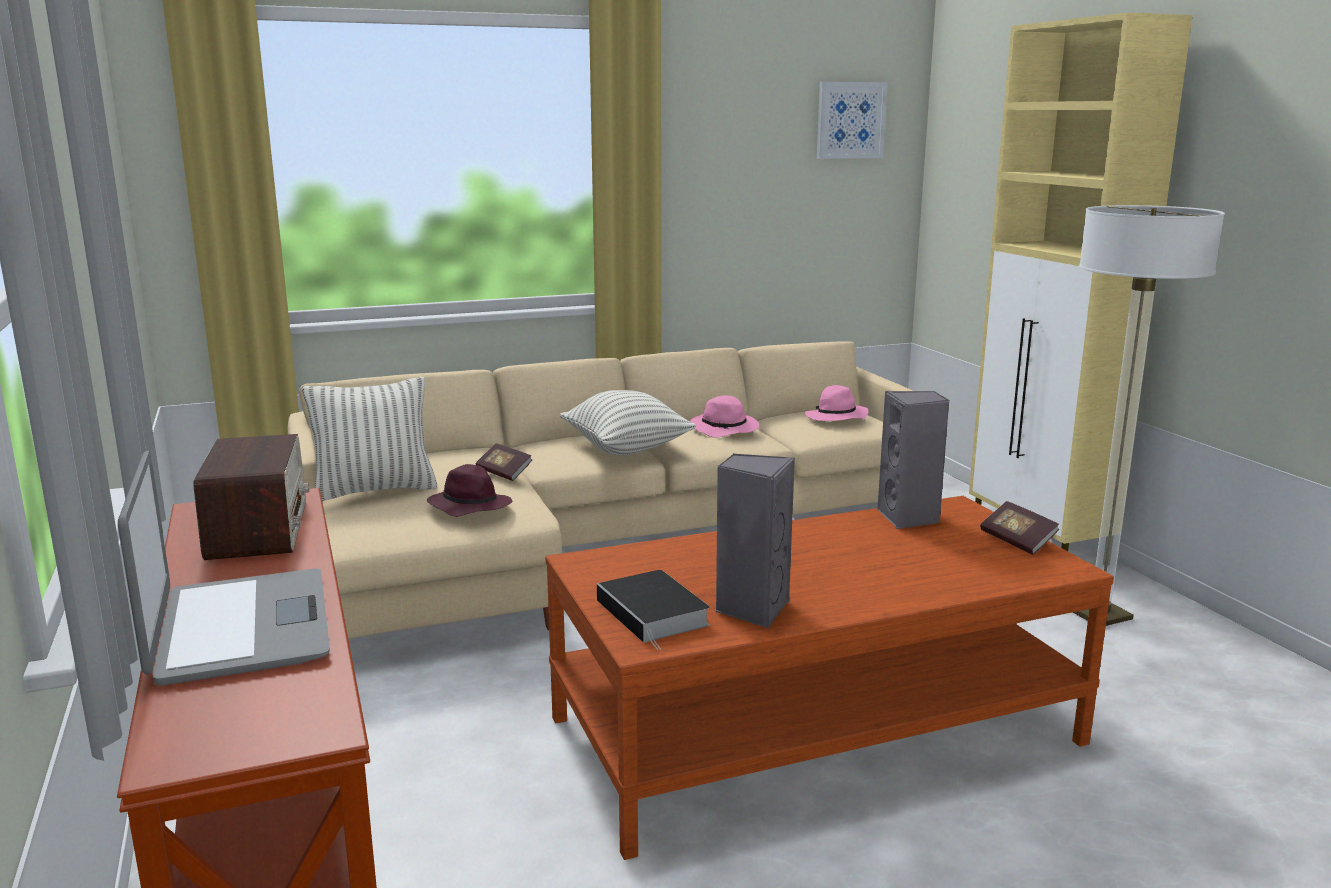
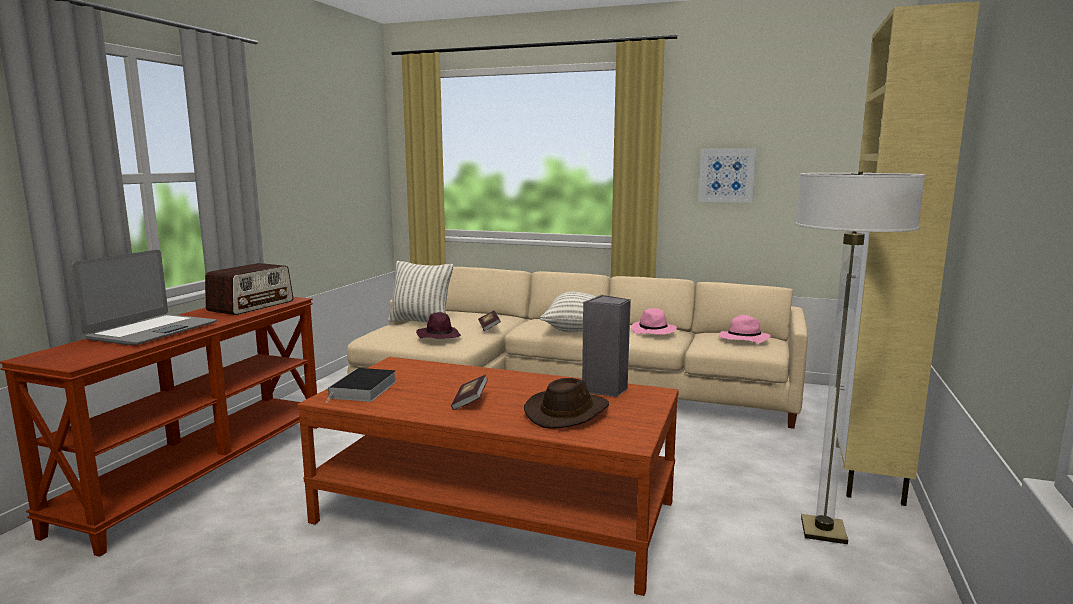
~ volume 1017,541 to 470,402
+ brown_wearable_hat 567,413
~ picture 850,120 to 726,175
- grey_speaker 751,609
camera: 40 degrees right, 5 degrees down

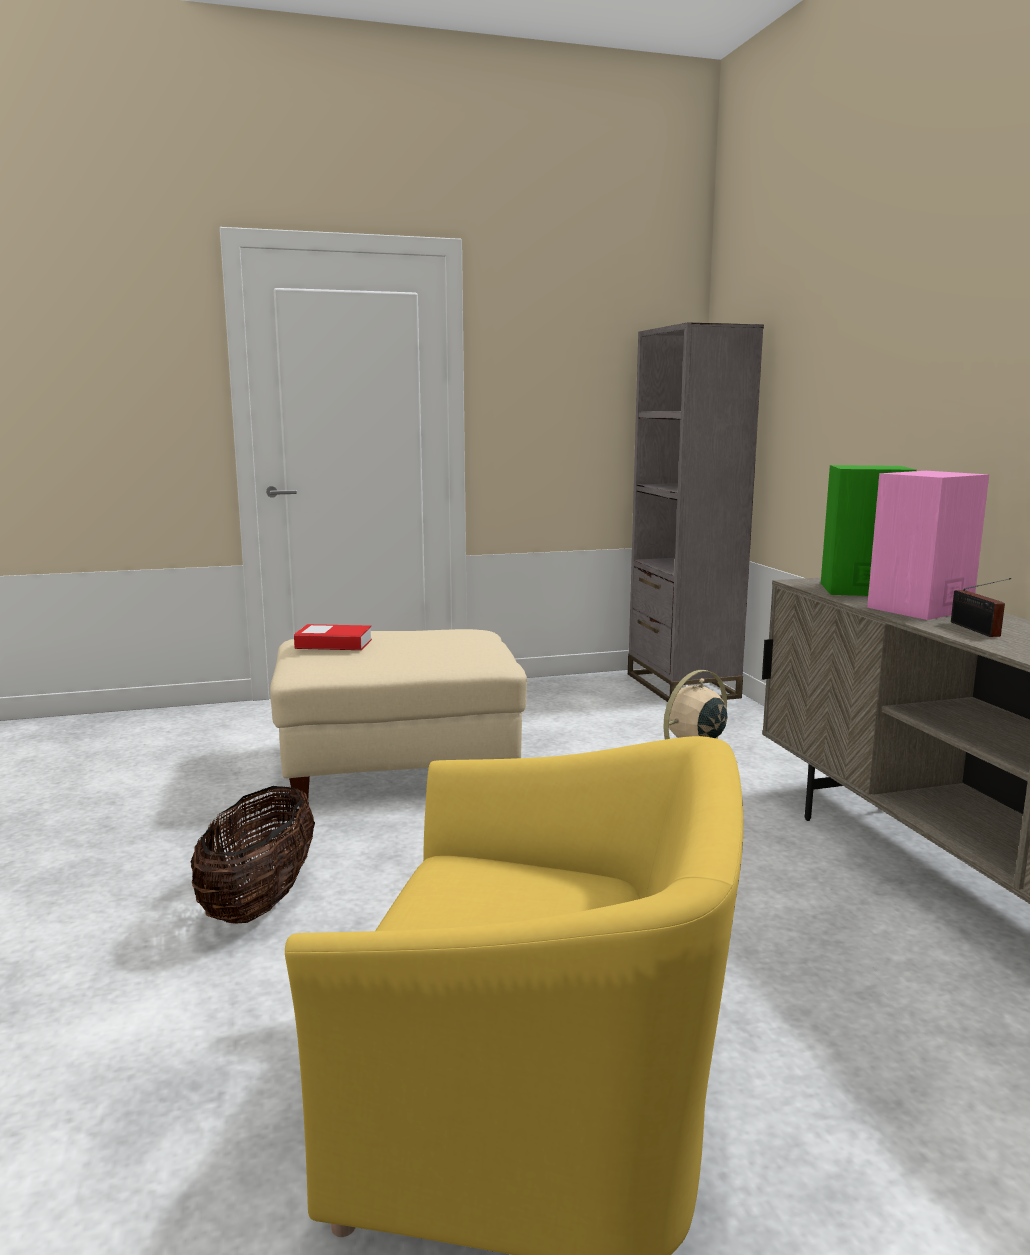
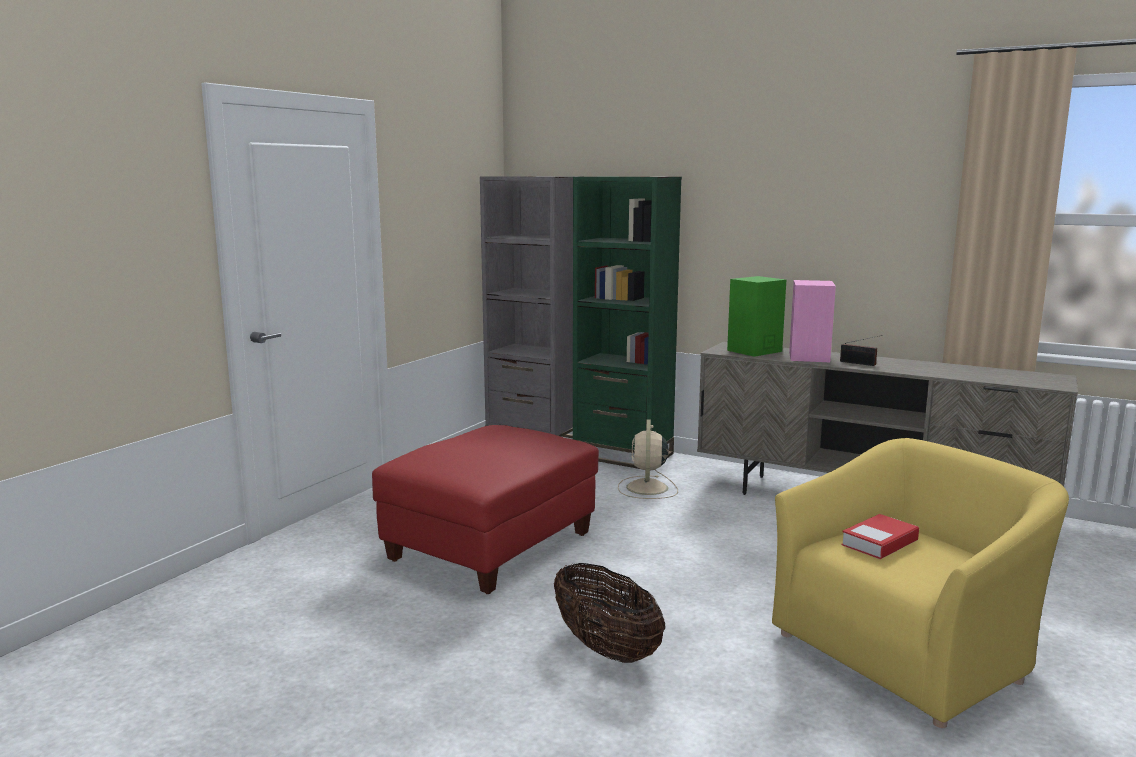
~ sand-coloured_ottoman 399,768 to red-coloured_ottoman 490,547
+ greenish_bookcase 623,455
~ volume 333,644 to 879,543
camera: 45 degrees left, 0 degrees up

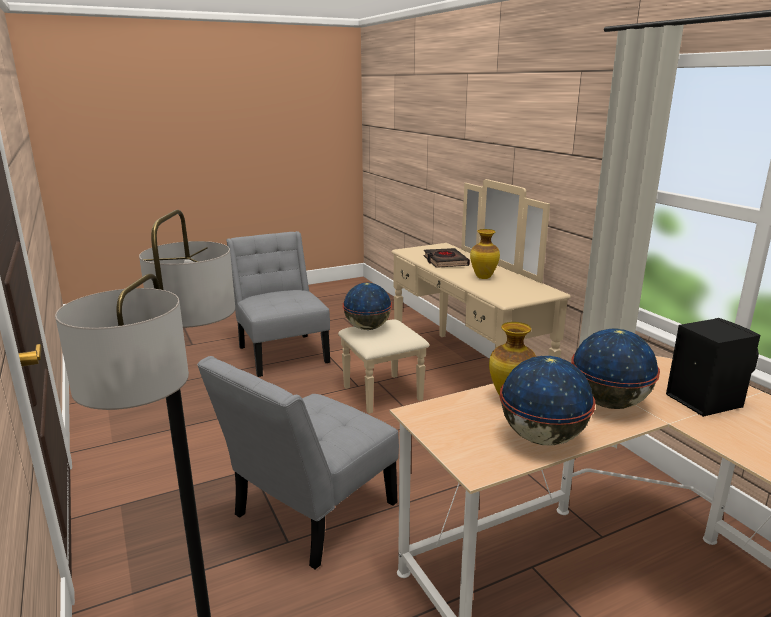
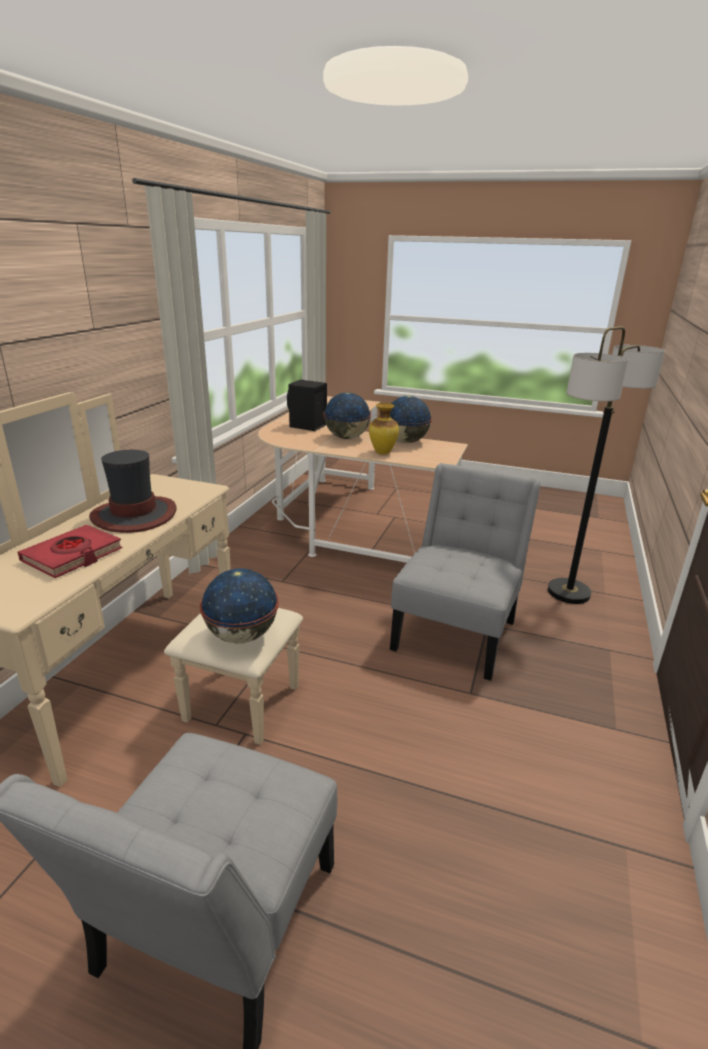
~ black_volume 445,261 to red-coloured_volume 73,556
~ vase 483,277 to wearable_hat 134,515
~ grey_upright_chair 309,514 = 457,631 60 degrees counterclockwise
camera: 135 degrees left, 5 degrees up

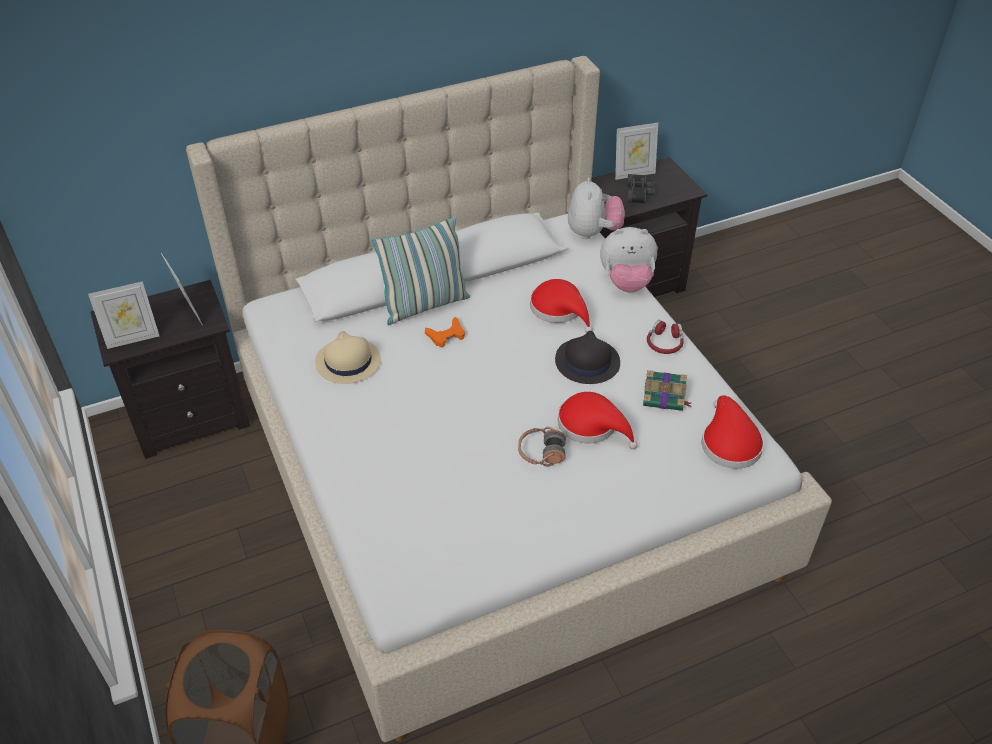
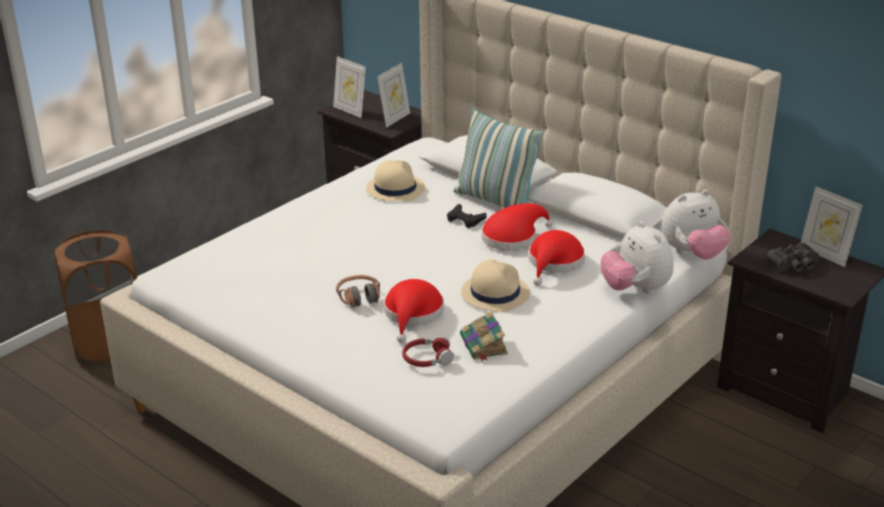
~ red-coloured_headset 664,343 to 427,359
~ orangey_gamepad 446,335 to black_gamepad 465,219
~ black_wearable_hat 586,362 to sand-coloured_wearable_hat 495,293
~ red-coloured_wearable_hat 729,442 to 512,237
camera: 65 degrees right, 15 degrees down

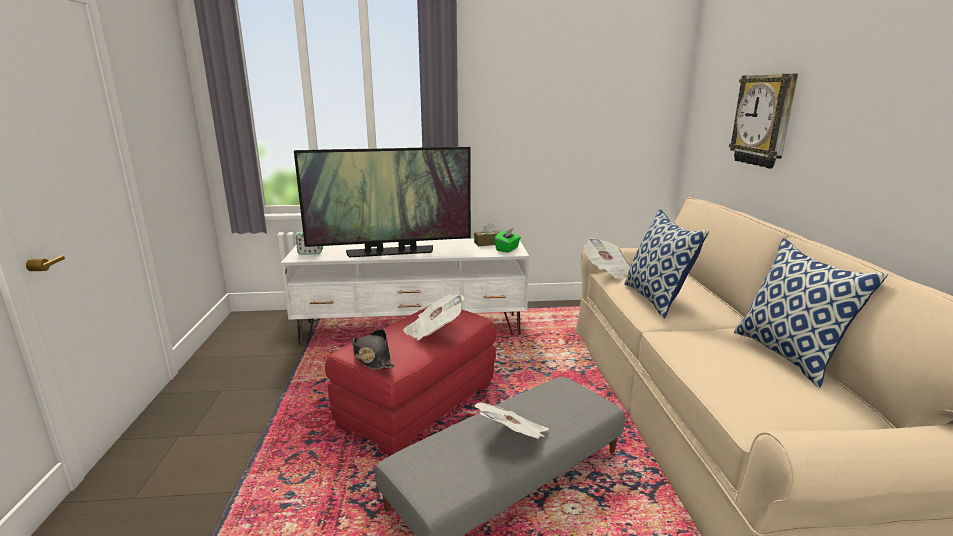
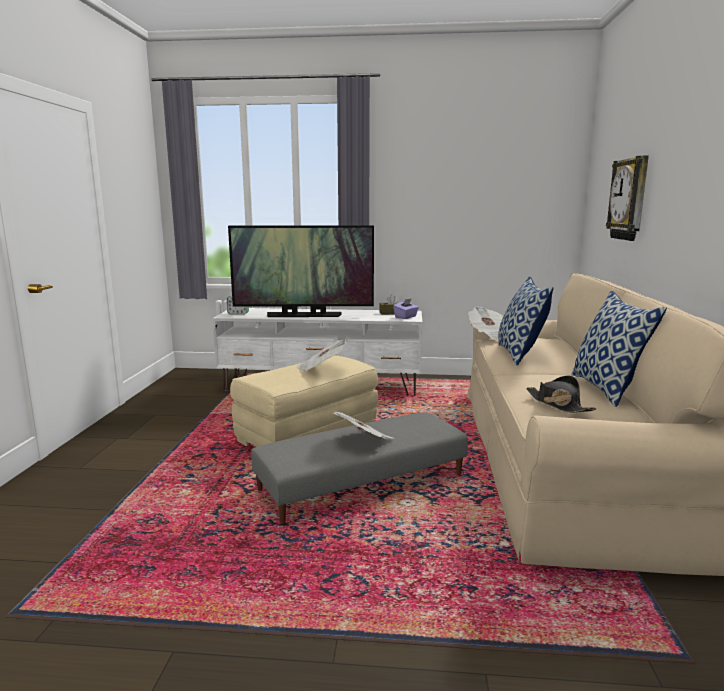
~ red-coloured_ottoman 418,404 to sand-coloured_ottoman 308,433
~ greenish_tissue_holder 507,249 to purple-coloured_tissue_holder 406,317
~ black_wearable_hat 372,358 to 558,404
camera: 10 degrees right, 5 degrees down

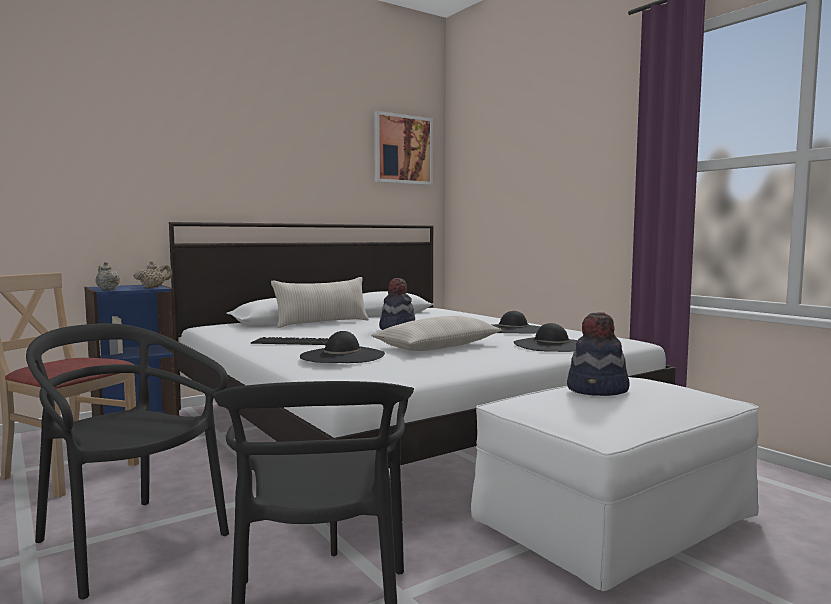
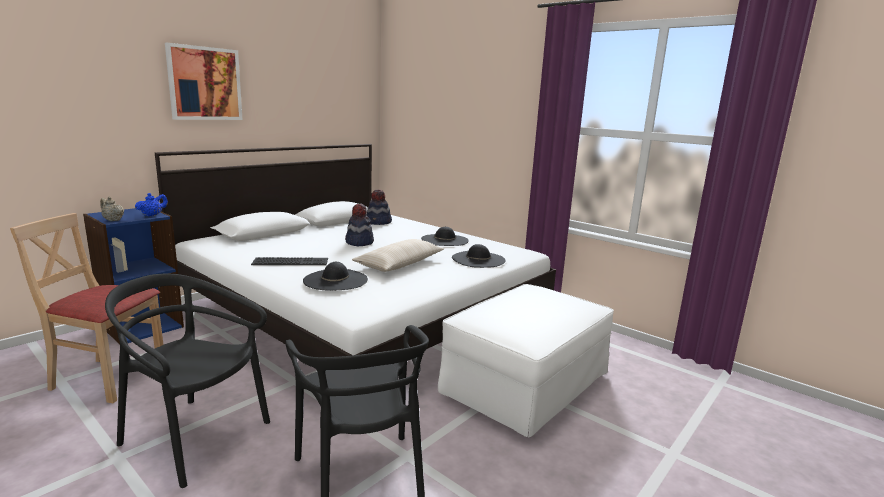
~ sand-coloured_tea_pot 153,287 to blue-coloured_tea_pot 152,215
~ picture 403,149 to 204,83
~ wearable_hat 598,390 to 378,222
- sand-coloured_pillow 322,323
camera: 15 degrees left, 10 degrees up

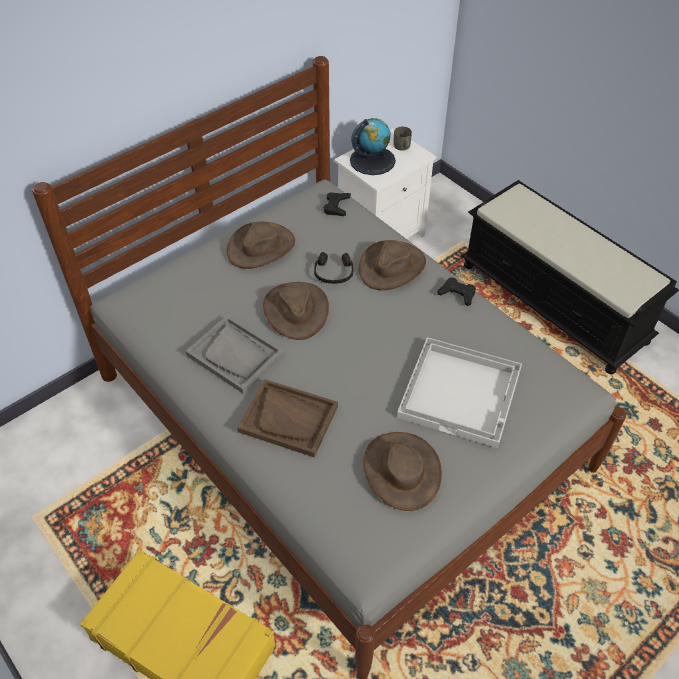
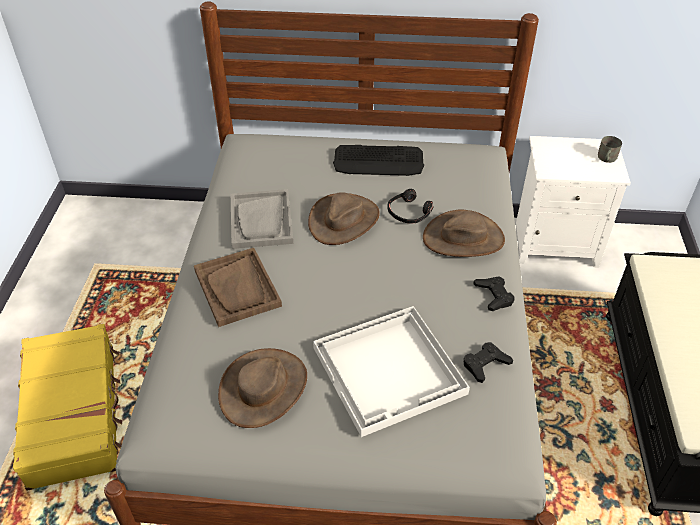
~ brown_wearable_hat 261,247 to PC_keyboard 379,161
~ black_gamepad 336,206 to 485,364
- desk_globe 372,160
camera: 45 degrees right, 5 degrees down

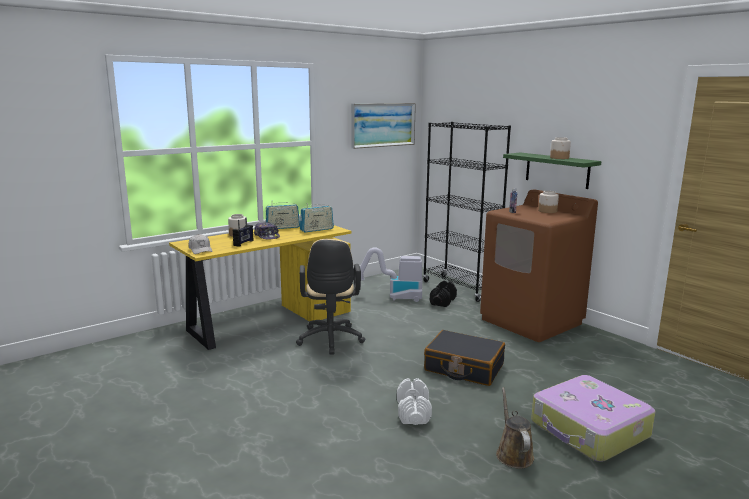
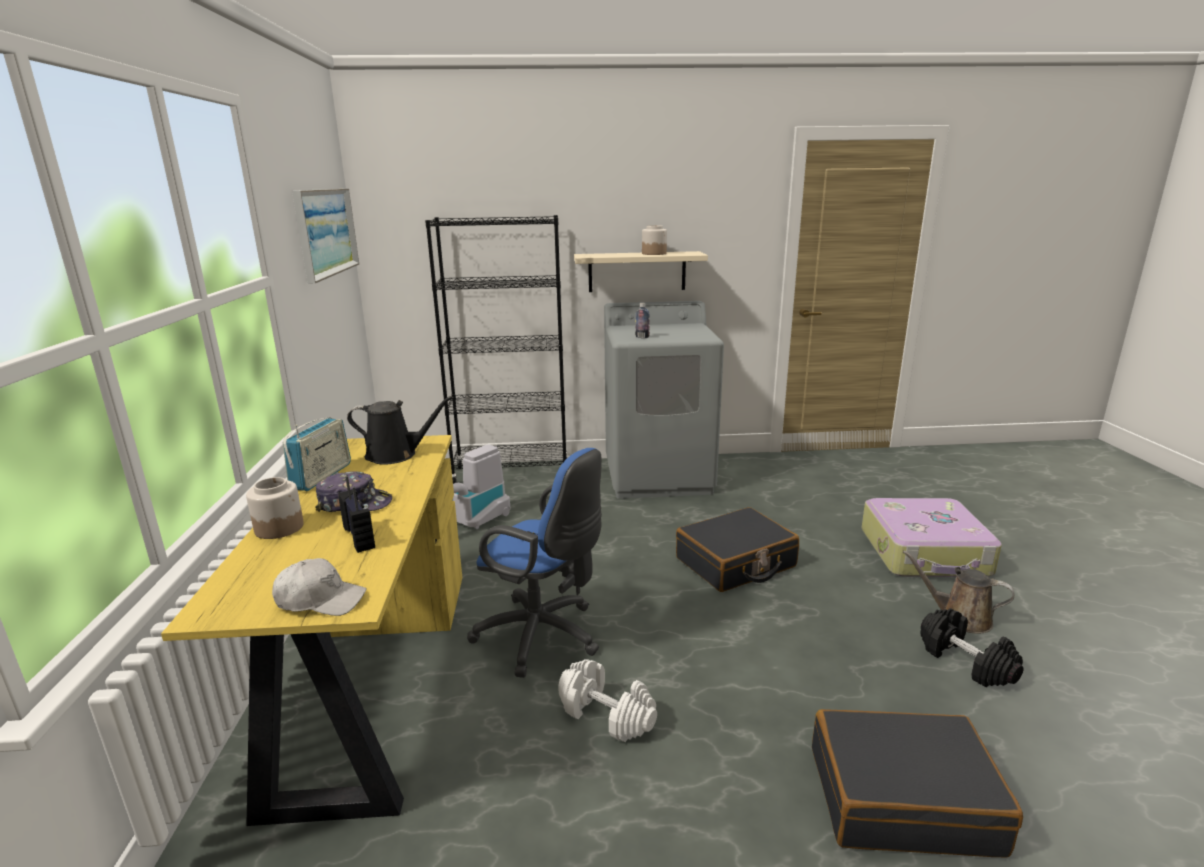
~ radio 316,230 to black_watering_pot 396,455
~ sand-coloured_office_chair 330,341 to blue-coloured_office_chair 544,637
~ whitish_free_weight 413,412 to 607,714
~ greenish_wall_shelf 557,170 to sand-coloured_wall_shelf 637,271
~ brown_laundry_machine 531,321 to grey_laundry_machine 659,476
+ black_suitcase 902,798
~ black_free_weight 443,301 to 966,662
- preserve_jar 547,211
camera: 55 degrees left, 5 degrees up

